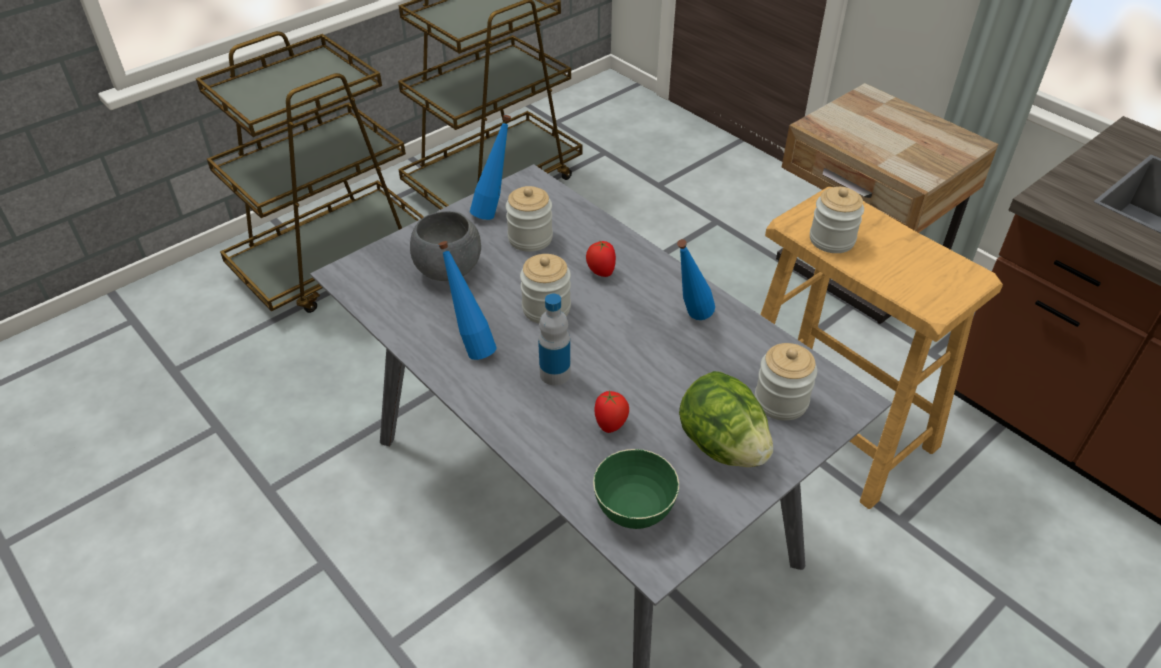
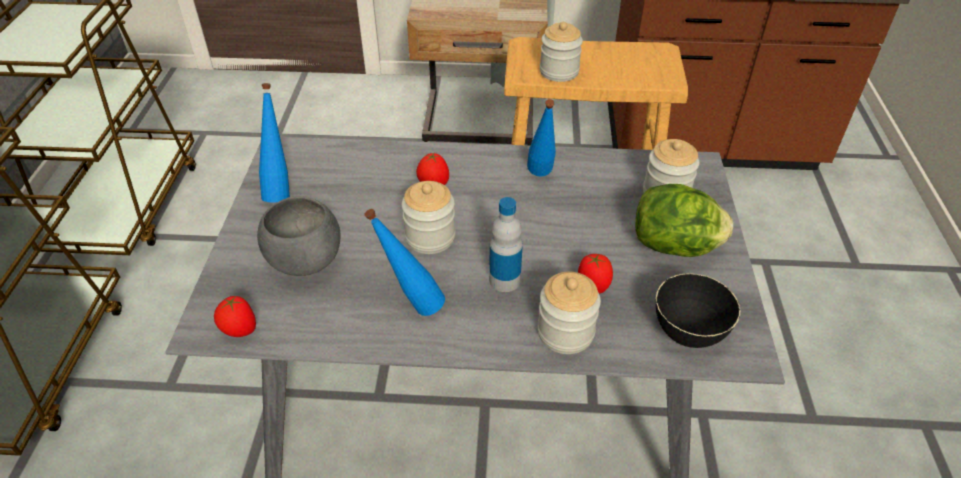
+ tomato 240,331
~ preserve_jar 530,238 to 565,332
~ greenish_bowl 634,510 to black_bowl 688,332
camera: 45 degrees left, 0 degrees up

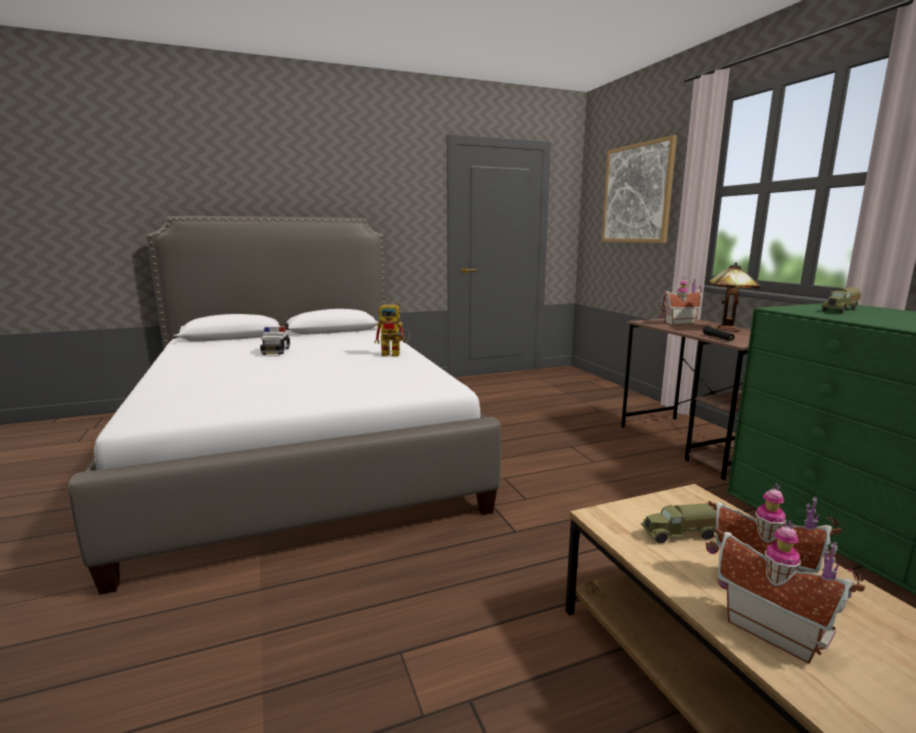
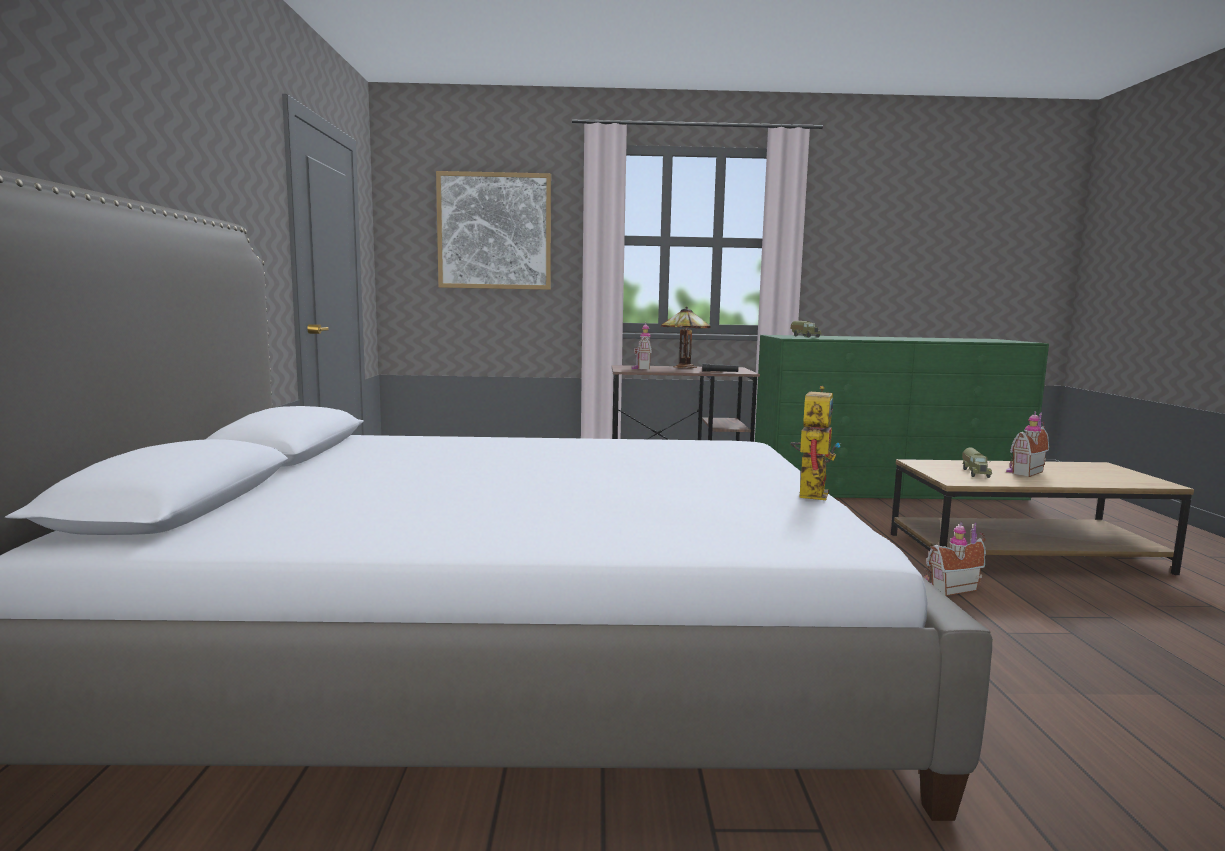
~ model_robot 395,354 to 810,492
~ miniature_house 772,629 to 950,588
- miniature_car 276,351
camera: 70 degrees left, 5 degrees down

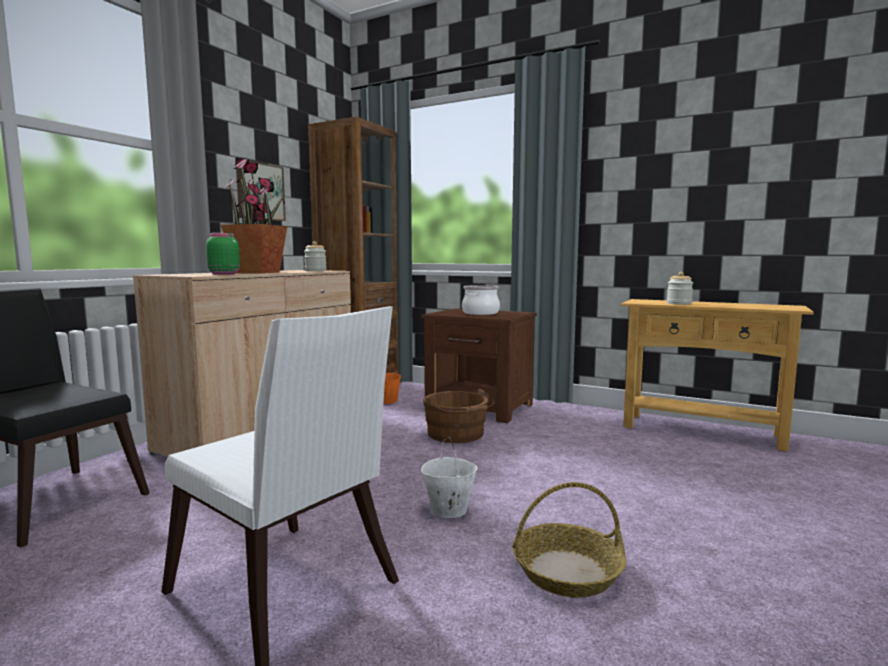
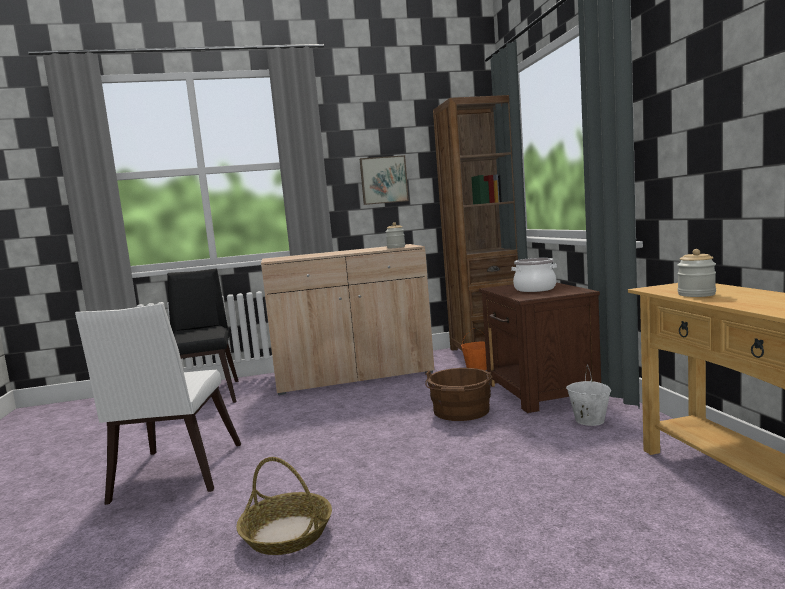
~ whitish_pail 448,510 to 589,420
- greenish_preserve_jar 223,274
- plant_in_a_pot 258,272
camera: 50 degrees right, 0 degrees up

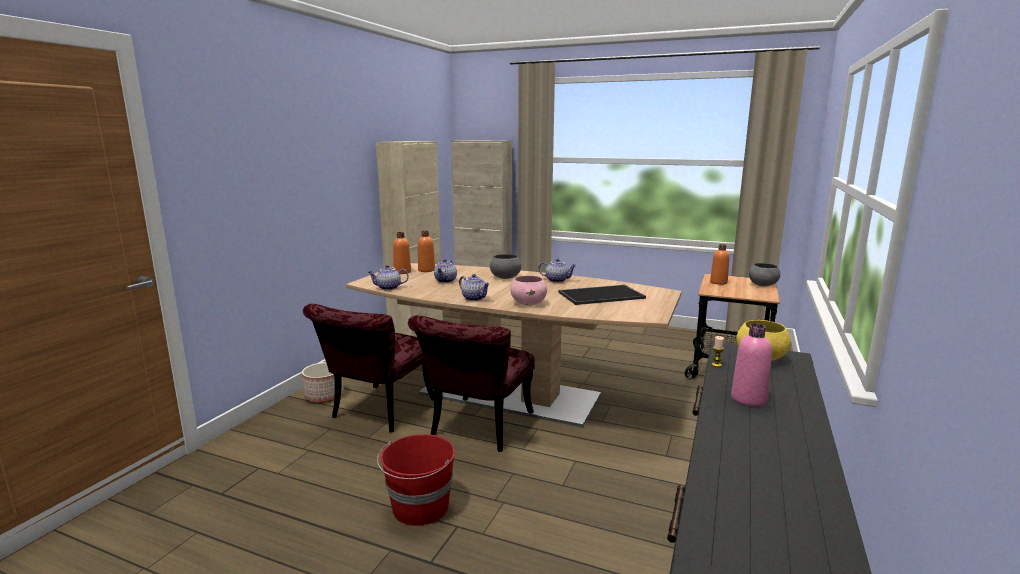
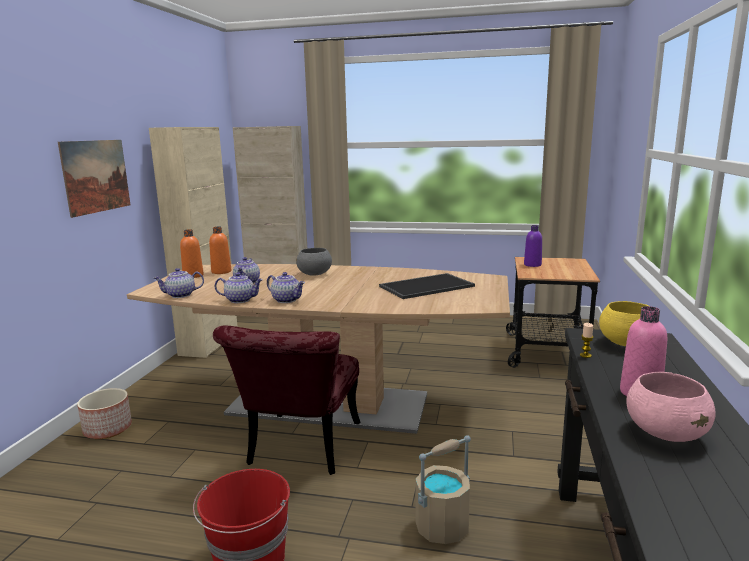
+ picture 96,176
~ tea_pot 557,280 to 240,300
+ sand-coloured_pail 441,527
~ orangey_bottle 718,282 to purple-coloured_bottle 532,265
~ pink-coloured_bowl 529,303 to 665,433
- red-coloured_upright_chair 377,413
- grey_bowl 762,285
camera: 10 degrees left, 0 degrees up

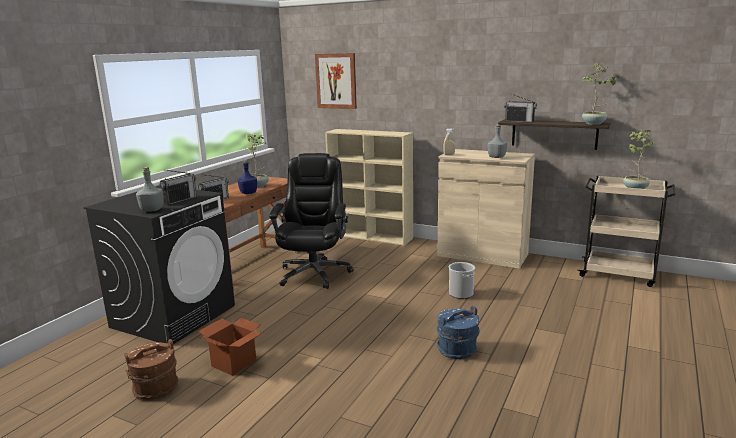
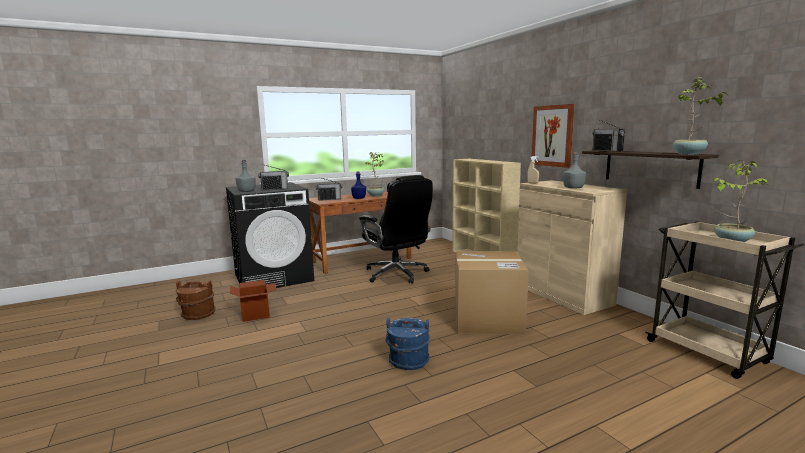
~ black_office_chair 314,273 = 397,274 105 degrees clockwise
~ pail 461,294 to carton 487,319
~ picture 336,81 to 552,136
camera: 35 degrees right, 5 degrees down

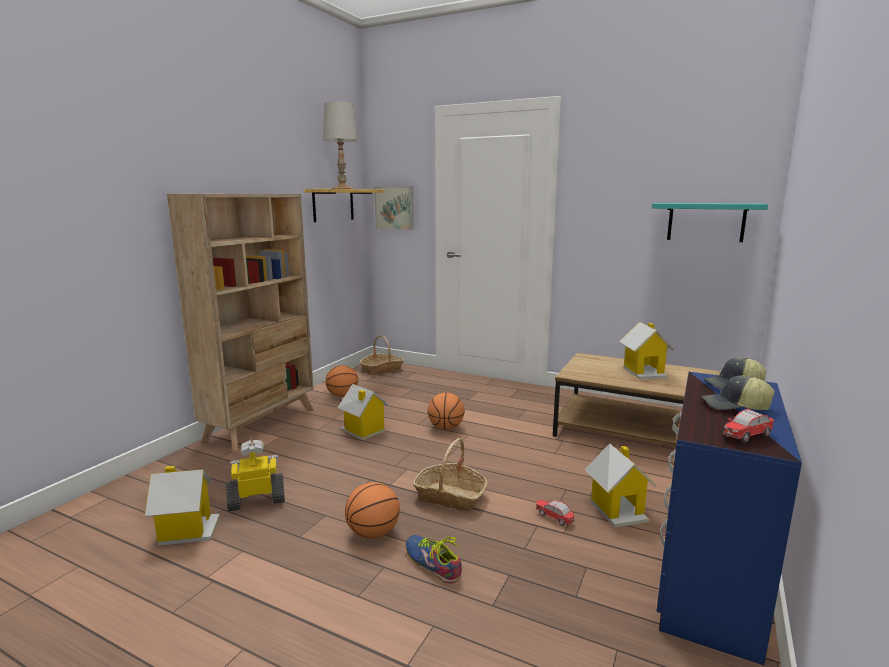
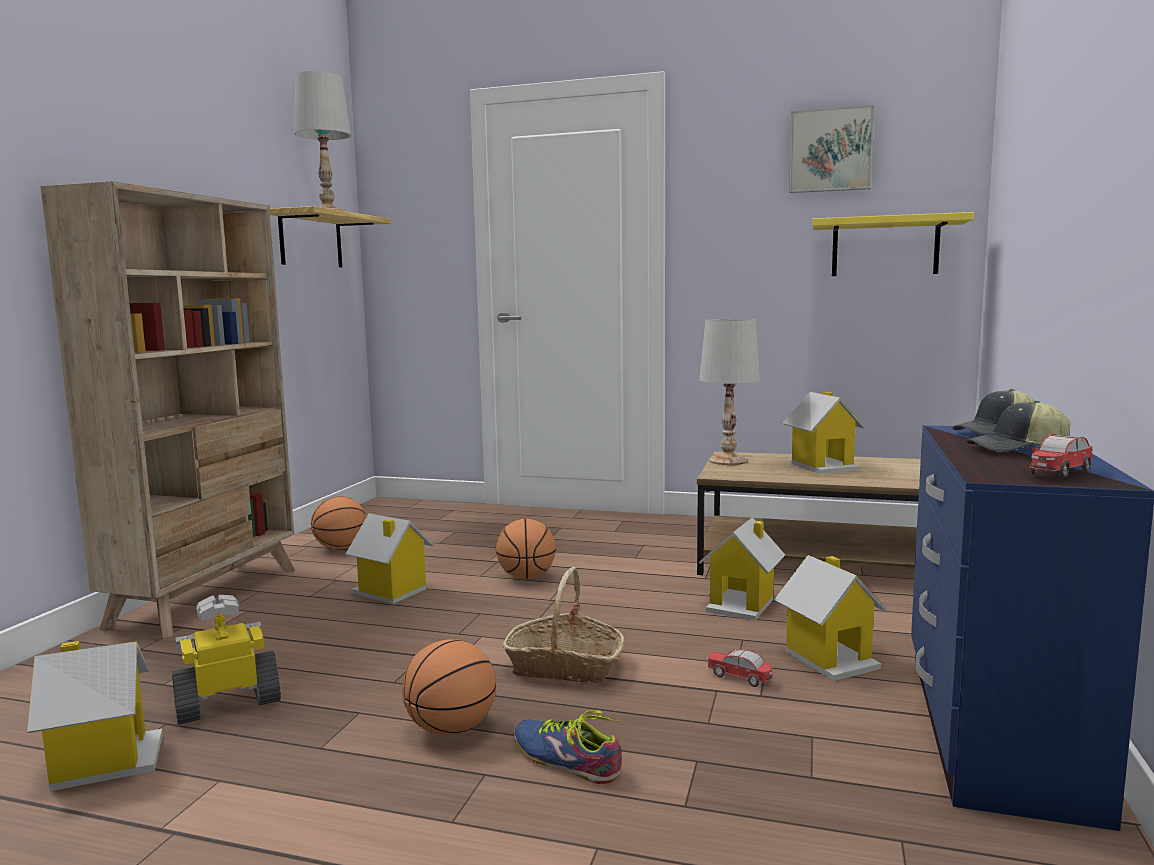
+ whitish_tabletop_lamp 729,461
+ miniature_house 742,604
~ picture 395,208 to 830,150
~ blue-green_wall_shelf 706,222 to yellowish_wall_shelf 885,247
- household_basket 382,369
camera: 10 degrees left, 5 degrees down

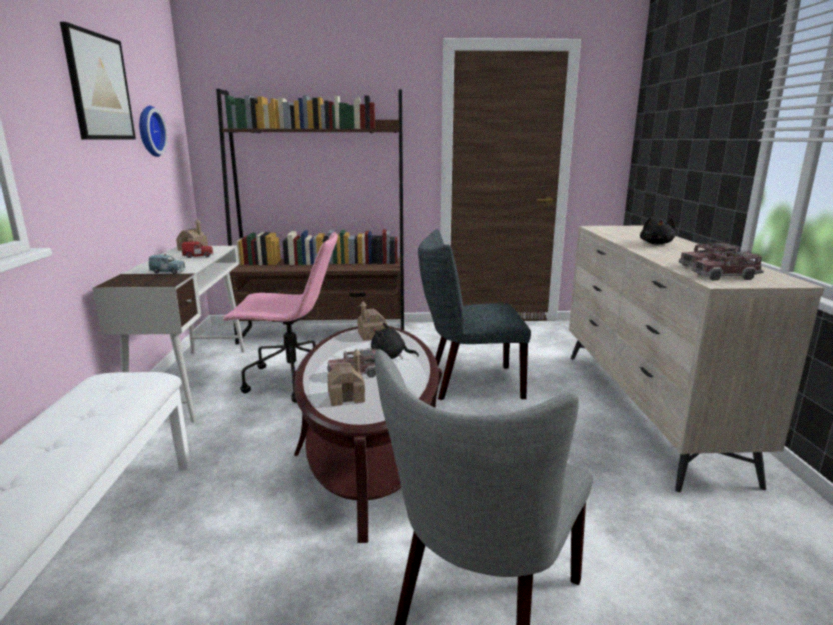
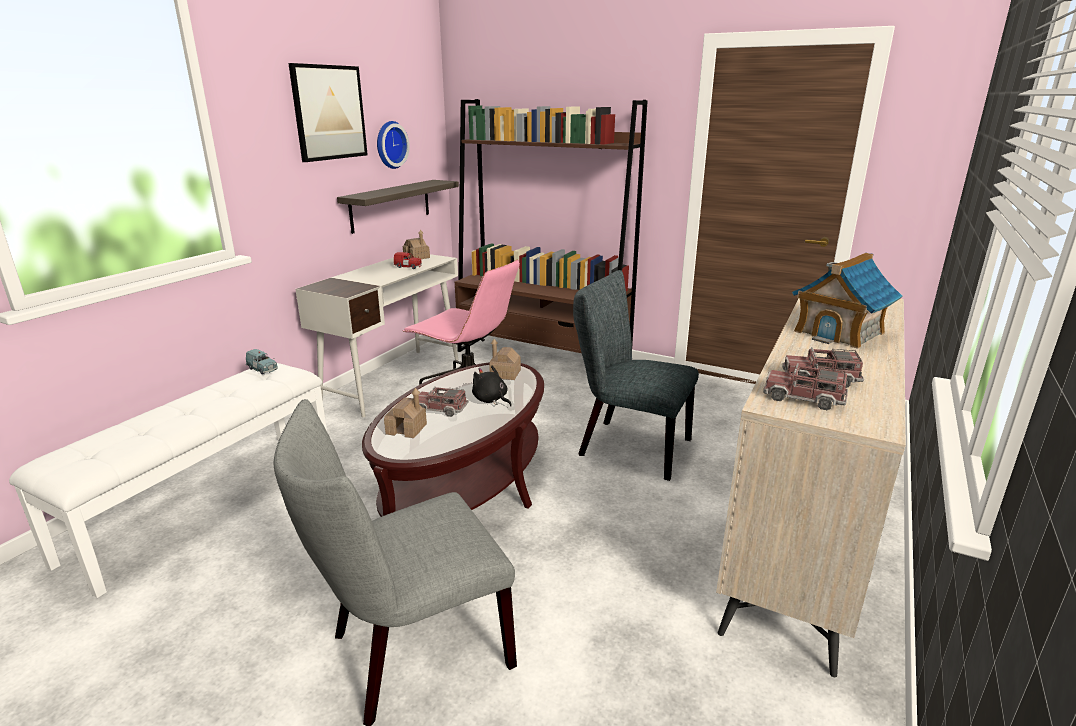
~ blue-coloured_miniature_car 168,272 to 262,369
+ wall_shelf 391,205
~ black_plush_toy 656,243 to miniature_house 839,332
camera: 30 degrees right, 5 degrees up

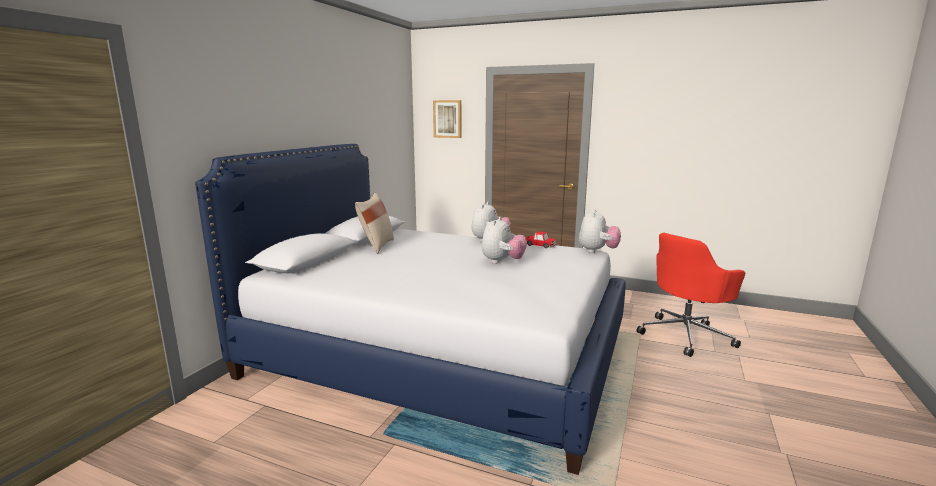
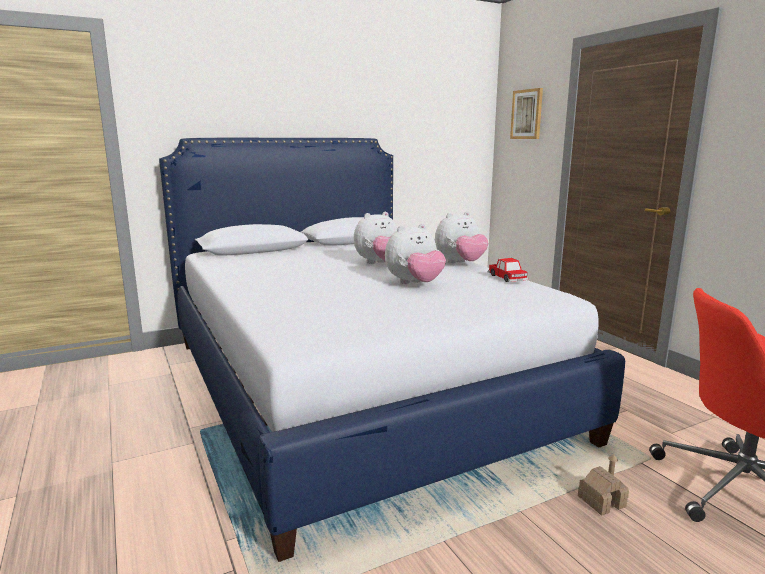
~ plush_toy 597,251 to 380,263
+ miniature_house 601,501
- sand-coloured_pillow 376,246
camera: 40 degrees right, 0 degrees up

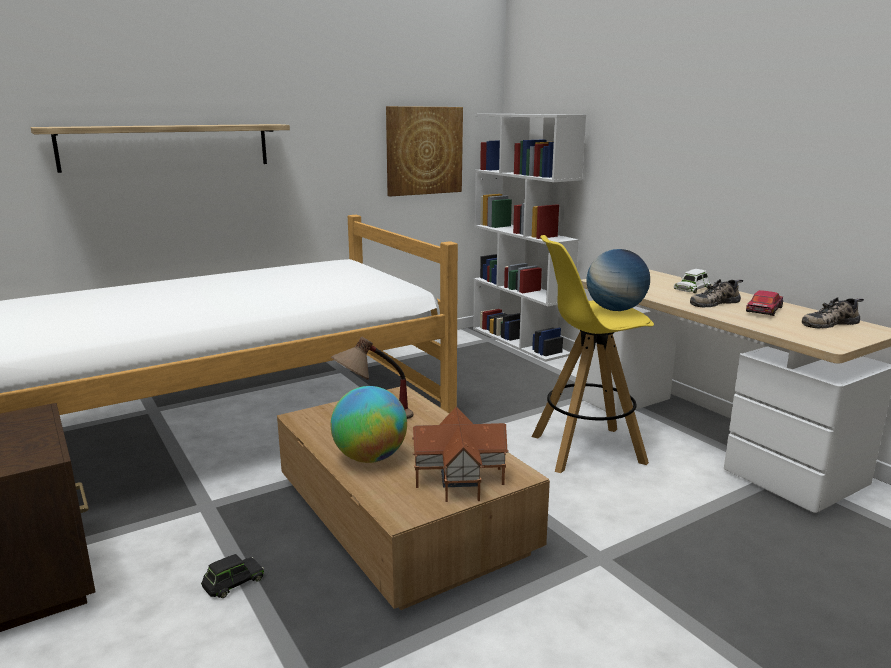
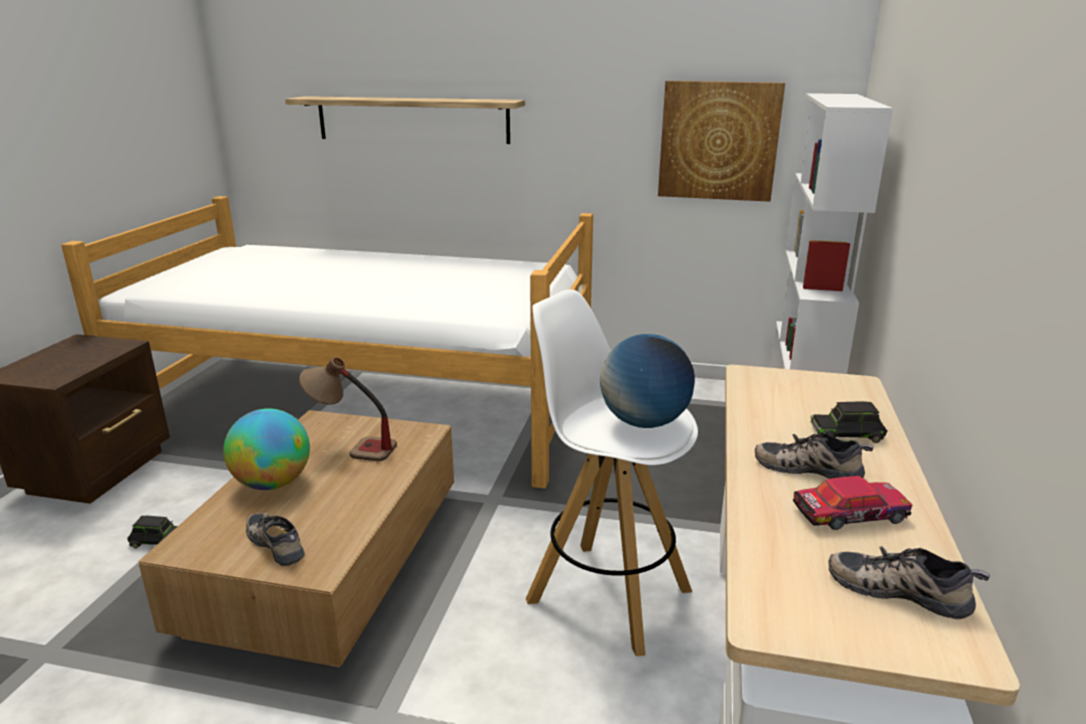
~ miniature_house 460,478 to shoe 278,543
~ yellowish_sitting_stool 585,449 to whitish_sitting_stool 607,594
~ whitish_miniature_car 692,288 to black_miniature_car 847,433
camera: 45 degrees right, 5 degrees up

